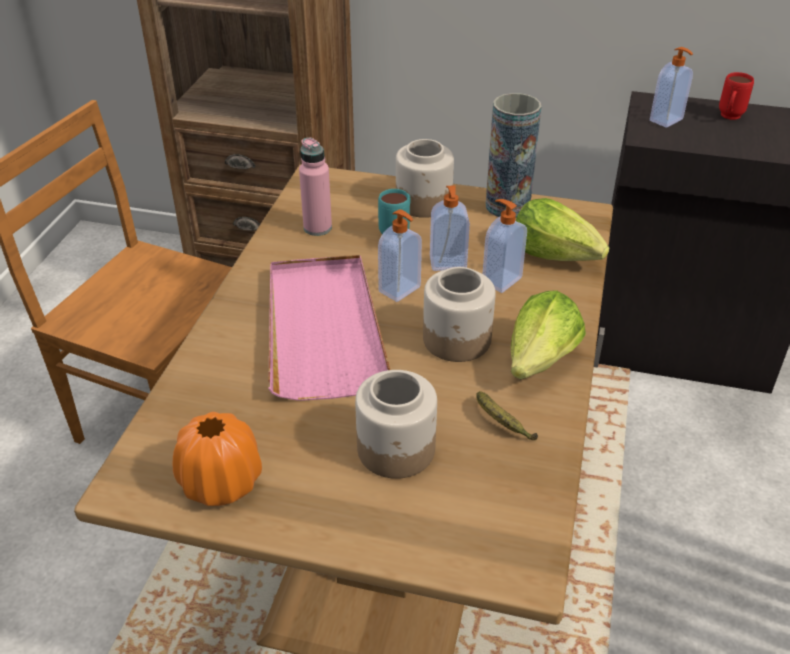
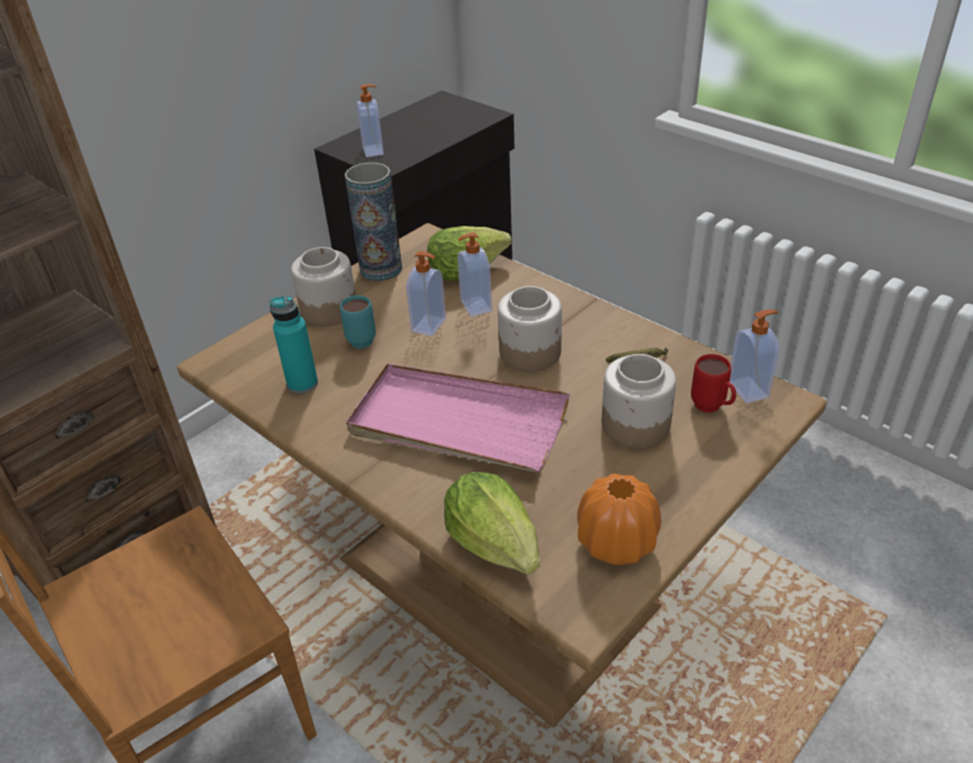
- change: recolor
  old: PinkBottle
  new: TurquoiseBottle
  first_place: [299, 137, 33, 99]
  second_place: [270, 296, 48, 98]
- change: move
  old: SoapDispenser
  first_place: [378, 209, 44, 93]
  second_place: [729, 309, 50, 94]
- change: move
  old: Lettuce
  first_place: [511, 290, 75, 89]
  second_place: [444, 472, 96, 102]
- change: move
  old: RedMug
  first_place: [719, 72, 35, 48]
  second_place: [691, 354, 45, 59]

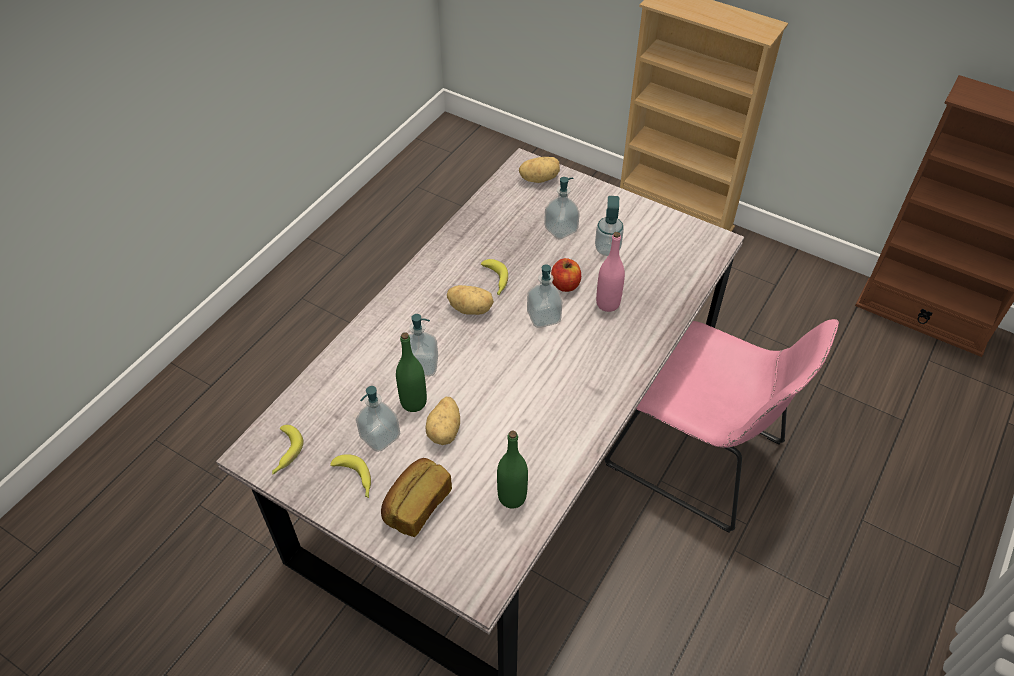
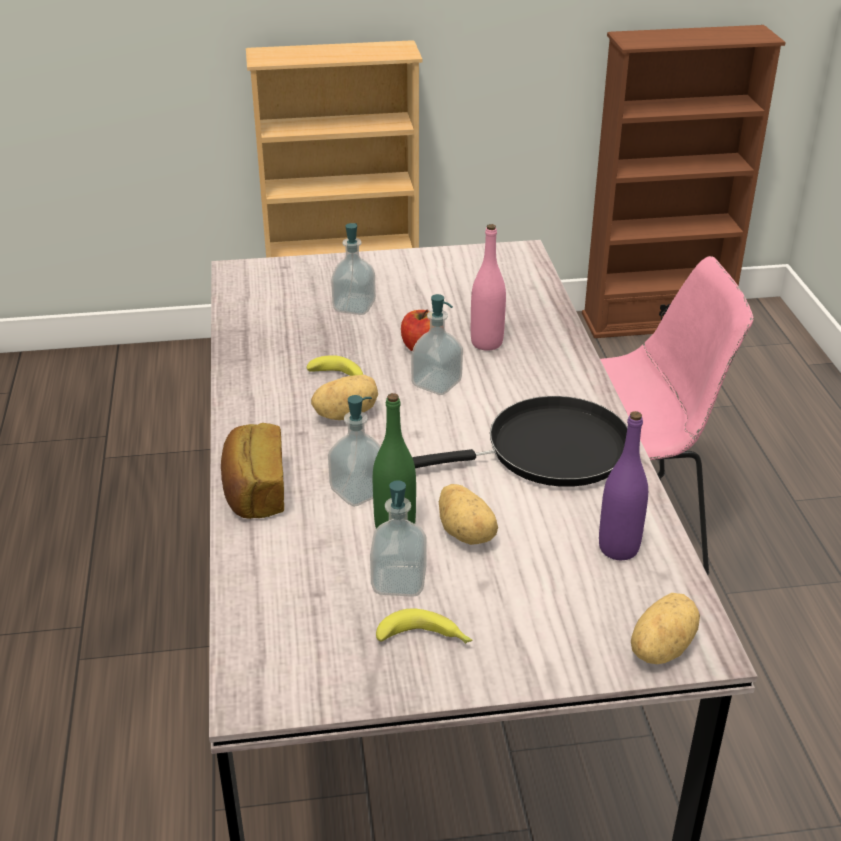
- change: delete
  old: Banana
  first_place: [272, 425, 31, 50]
- change: move
  old: Bread
  first_place: [381, 458, 71, 79]
  second_place: [221, 423, 63, 96]
- change: recolor
  old: GreenBottle
  new: PurpleBottle
  first_place: [497, 431, 31, 77]
  second_place: [599, 411, 49, 149]
- change: move
  old: Potato
  first_place: [519, 157, 41, 26]
  second_place: [631, 593, 69, 71]
- change: delete
  old: SoapDispenser
  first_place: [595, 196, 29, 60]
- change: insert
  new: BlackFryingPan
  second_place: [412, 396, 215, 91]

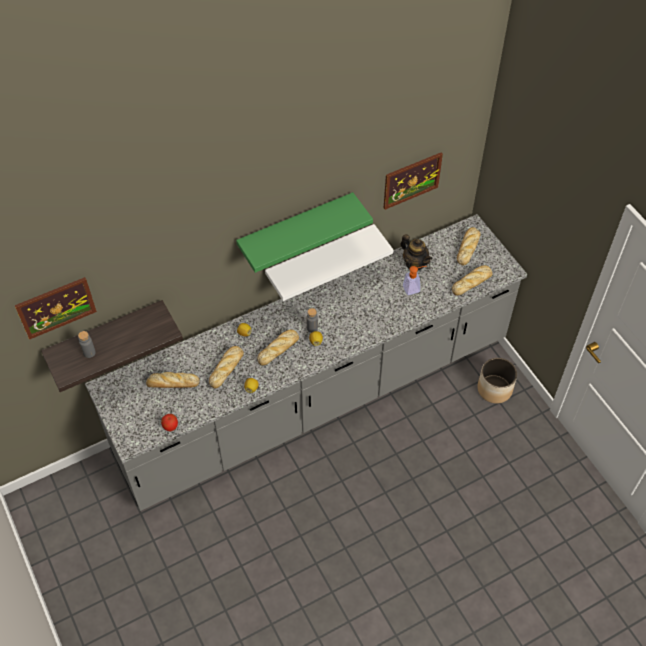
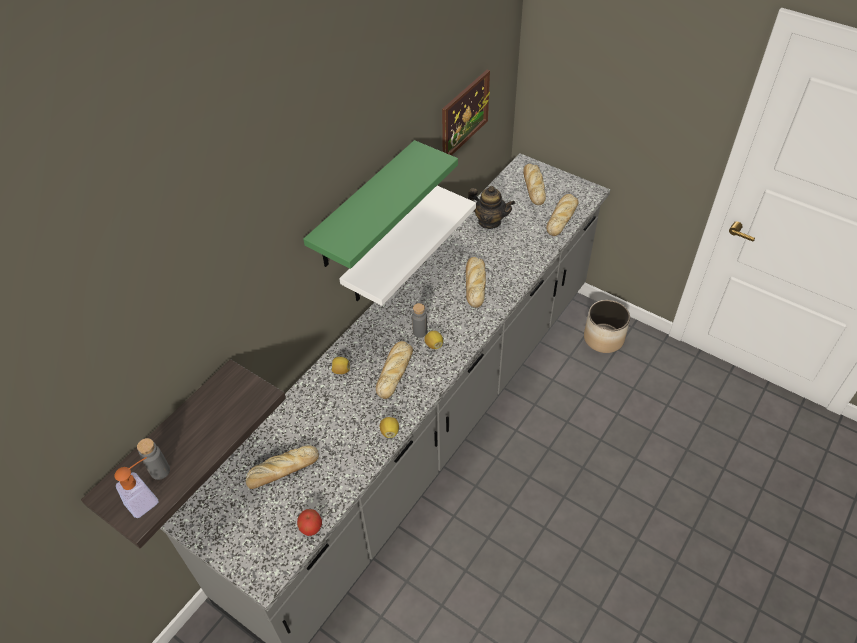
- change: delete
  old: Picture
  first_place: [15, 277, 82, 63]
- change: move
  old: Bread
  first_place: [209, 346, 35, 43]
  second_place: [466, 257, 20, 51]
- change: move
  old: SoapDispenser
  first_place: [403, 266, 24, 29]
  second_place: [114, 457, 45, 61]

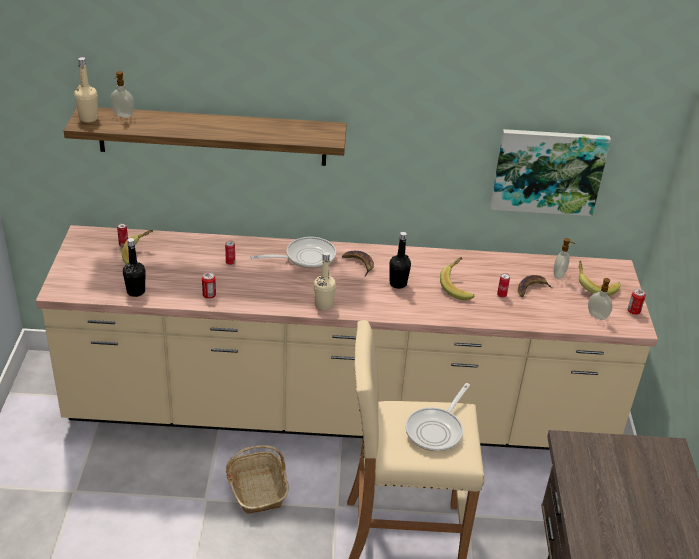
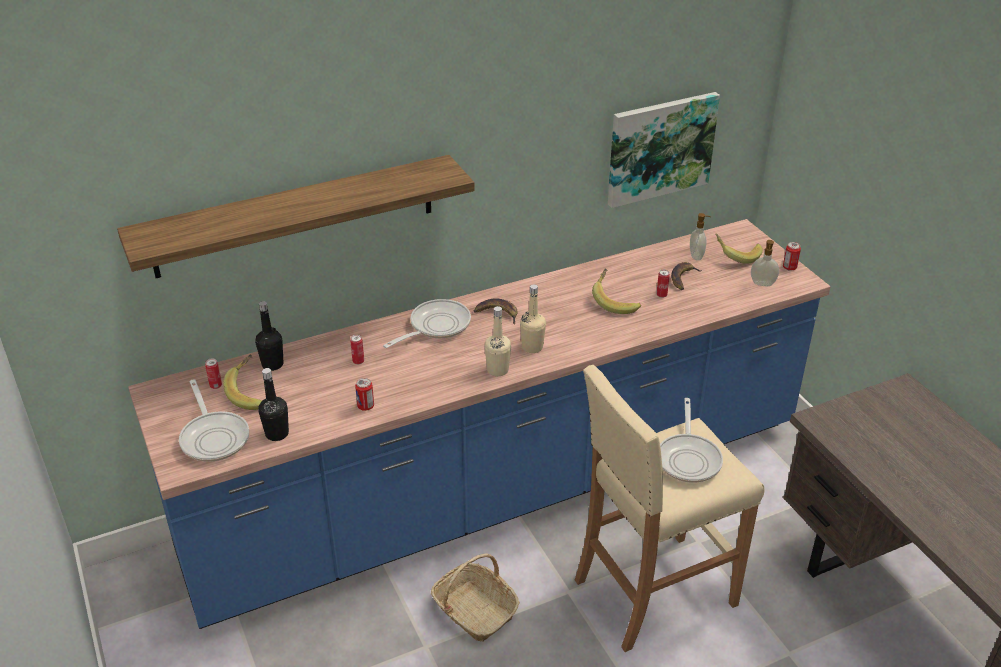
- change: recolor
  old: BeigeCounter
  new: BlueCounter
  first_place: [36, 225, 622, 225]
  second_place: [128, 219, 703, 410]
- change: move
  old: BeigeBottle
  first_place: [74, 57, 24, 65]
  second_place: [520, 284, 26, 69]
- change: delete
  old: SoapDispenser
  first_place: [110, 71, 25, 47]
- change: move
  old: BlackBottle
  first_place: [390, 232, 21, 57]
  second_place: [255, 301, 28, 70]
- change: insert
  new: FryingPan
  second_place: [179, 379, 70, 83]

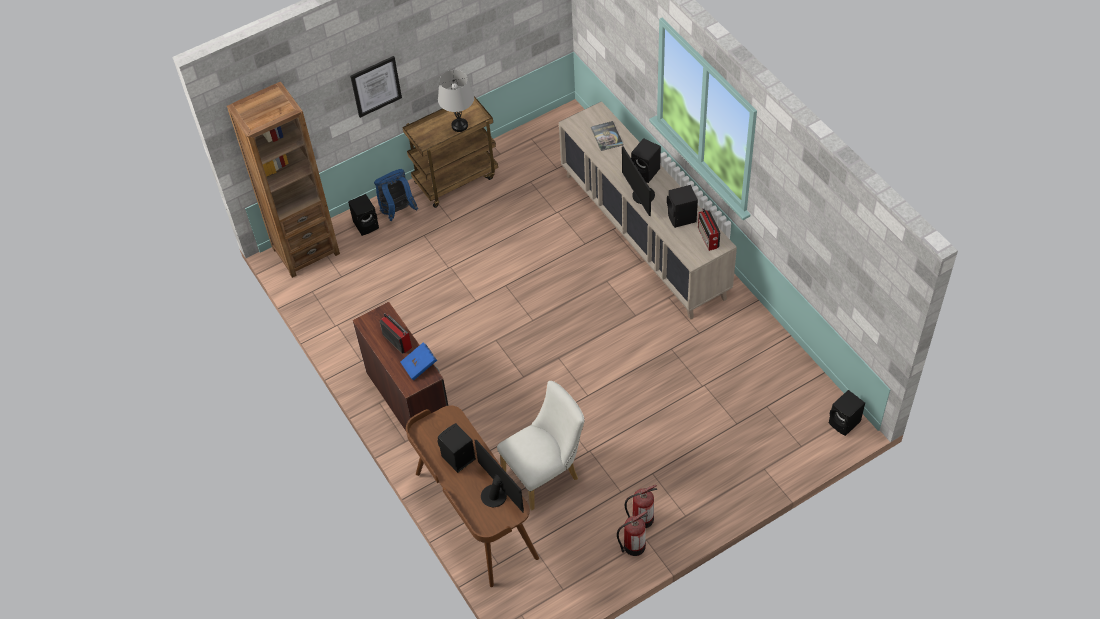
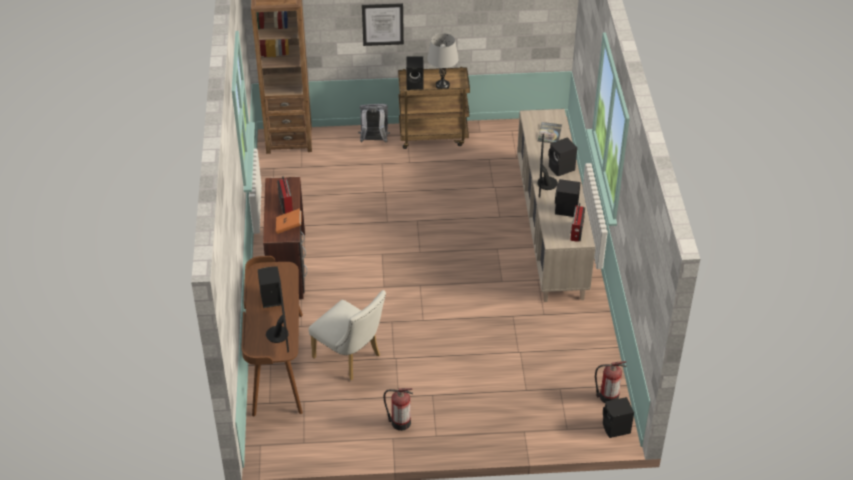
- change: move
  old: BlackSpeaker
  first_place: [348, 194, 31, 42]
  second_place: [406, 56, 18, 34]
- change: recolor
  old: BlueBackpack
  new: GreyBackpack
  first_place: [374, 169, 44, 52]
  second_place: [358, 104, 32, 39]
- change: recolor
  old: BlueBook
  new: OrangeBook
  first_place: [400, 342, 37, 38]
  second_place: [276, 208, 26, 26]
- change: rotate
  old: WhiteChair
  first_place: [497, 381, 88, 129]
  second_place: [308, 290, 78, 90]
  degrees: 45
- change: move
  old: FireExtinguisher
  first_place: [617, 511, 31, 45]
  second_place: [595, 361, 31, 42]

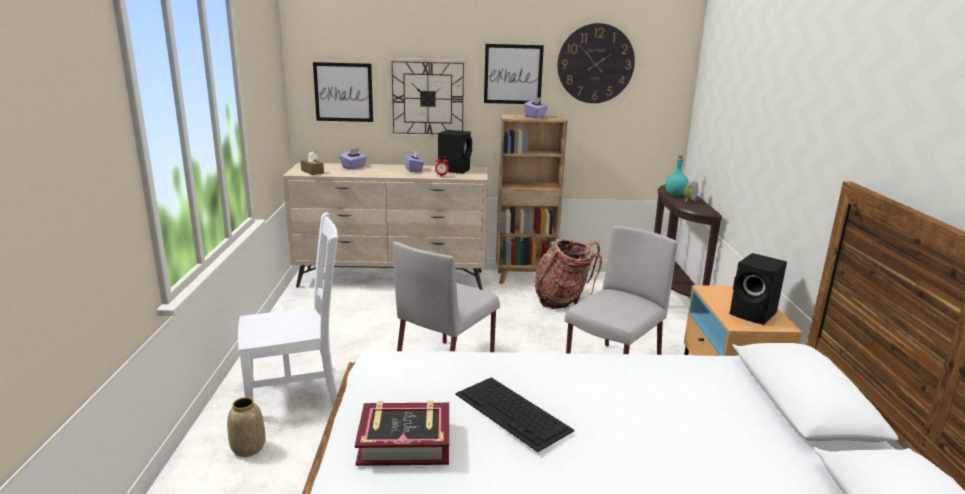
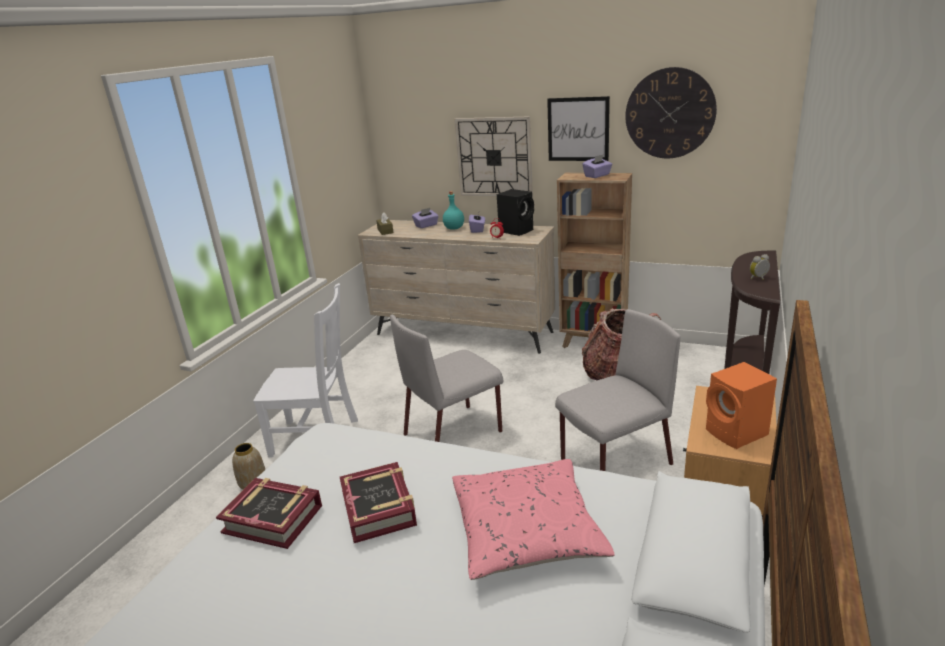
- change: delete
  old: Picture
  first_place: [313, 62, 60, 60]
- change: replace
  old: Keyboard
  new: Book
  first_place: [455, 377, 120, 75]
  second_place: [340, 462, 77, 81]
- change: move
  old: TurquoiseBottle
  first_place: [665, 155, 24, 41]
  second_place: [443, 191, 21, 39]
- change: recolor
  old: BlackSpeaker
  new: OrangeSpeaker
  first_place: [729, 253, 58, 72]
  second_place: [706, 362, 71, 87]
- change: insert
  new: PinkPillow
  second_place: [452, 459, 163, 121]

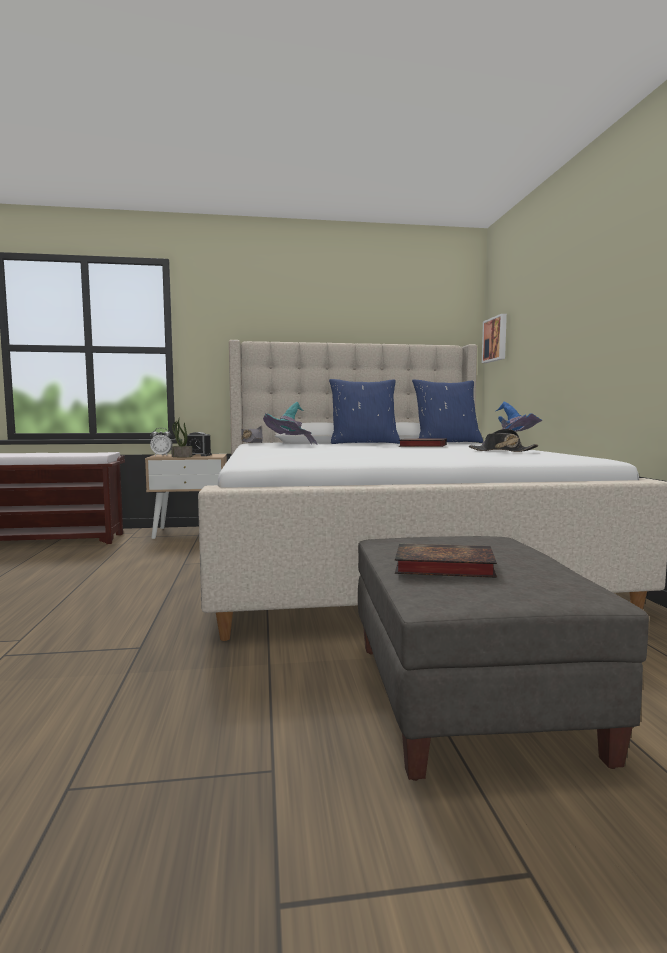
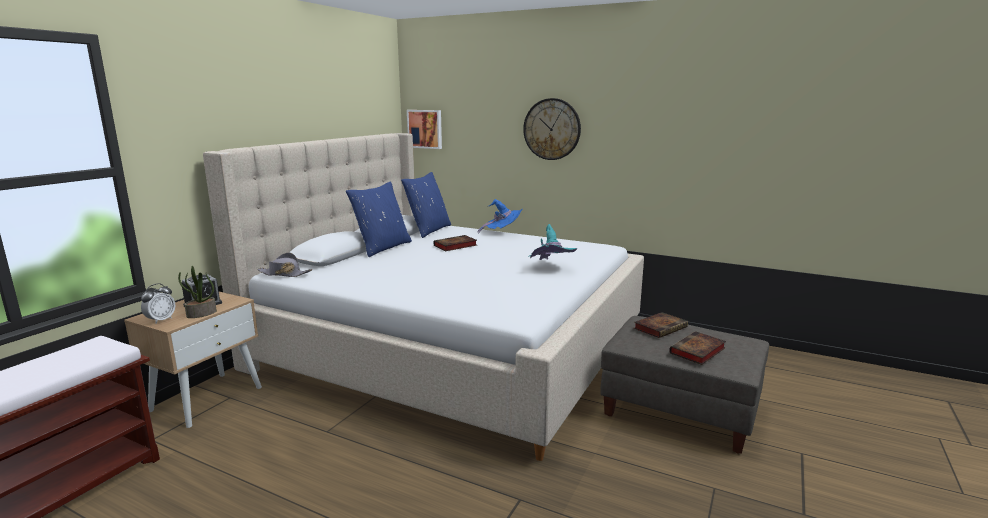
- change: move
  old: TurquoiseHat
  first_place: [263, 402, 55, 43]
  second_place: [528, 224, 49, 36]
- change: delete
  old: BlackHat
  first_place: [468, 429, 70, 23]
- change: insert
  new: WallClock
  second_place: [523, 98, 58, 62]
- change: insert
  new: Book
  second_place: [634, 312, 54, 26]

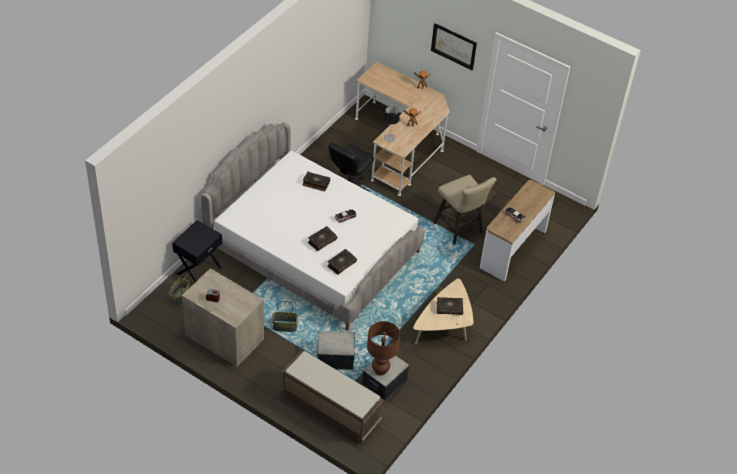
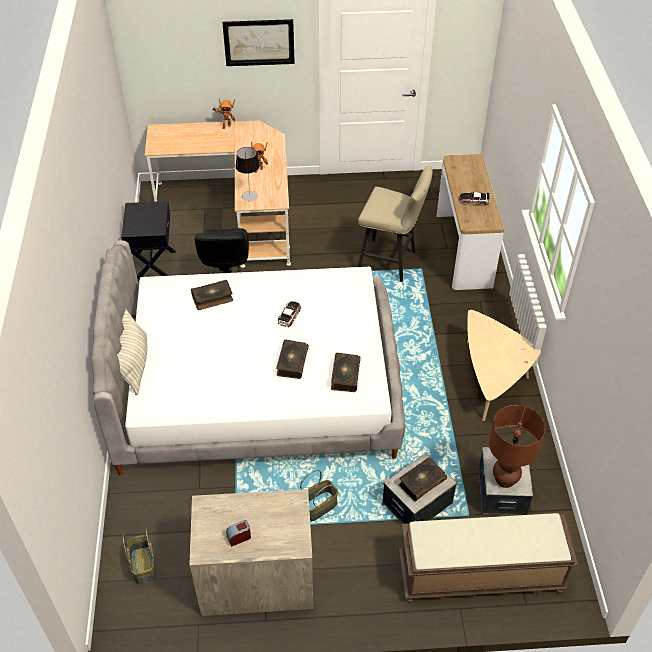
- change: move
  old: BlackNightstand
  first_place: [172, 220, 50, 62]
  second_place: [121, 201, 55, 80]
- change: move
  old: Book
  first_place: [437, 297, 26, 18]
  second_place: [398, 457, 49, 44]
- change: insert
  new: Pillow
  second_place: [117, 309, 30, 86]

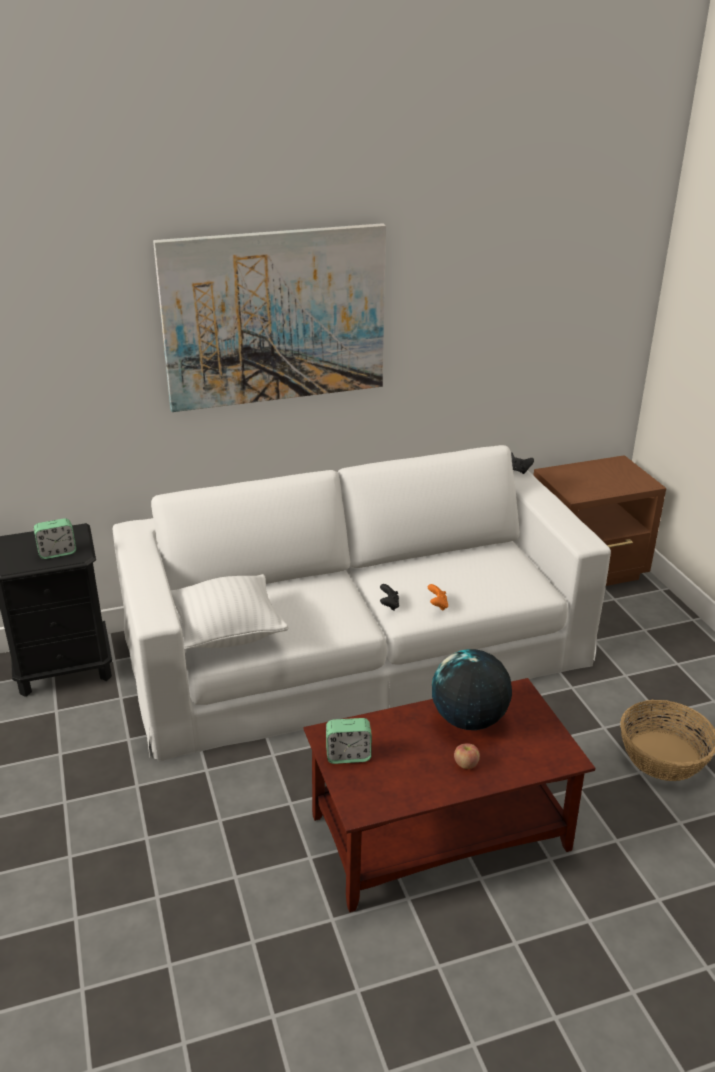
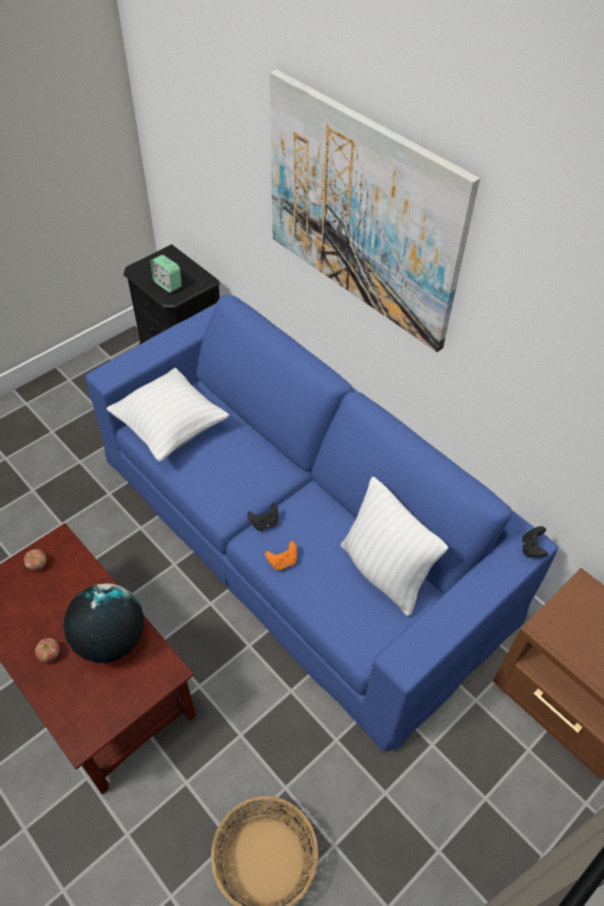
- change: recolor
  old: WhiteSofa
  new: BlueSofa
  first_place: [112, 445, 499, 317]
  second_place: [85, 295, 473, 458]
- change: replace
  old: AlarmClock
  new: Apple
  first_place: [326, 718, 46, 46]
  second_place: [24, 549, 22, 22]
- change: insert
  new: WhitePillow
  second_place: [341, 477, 107, 139]

